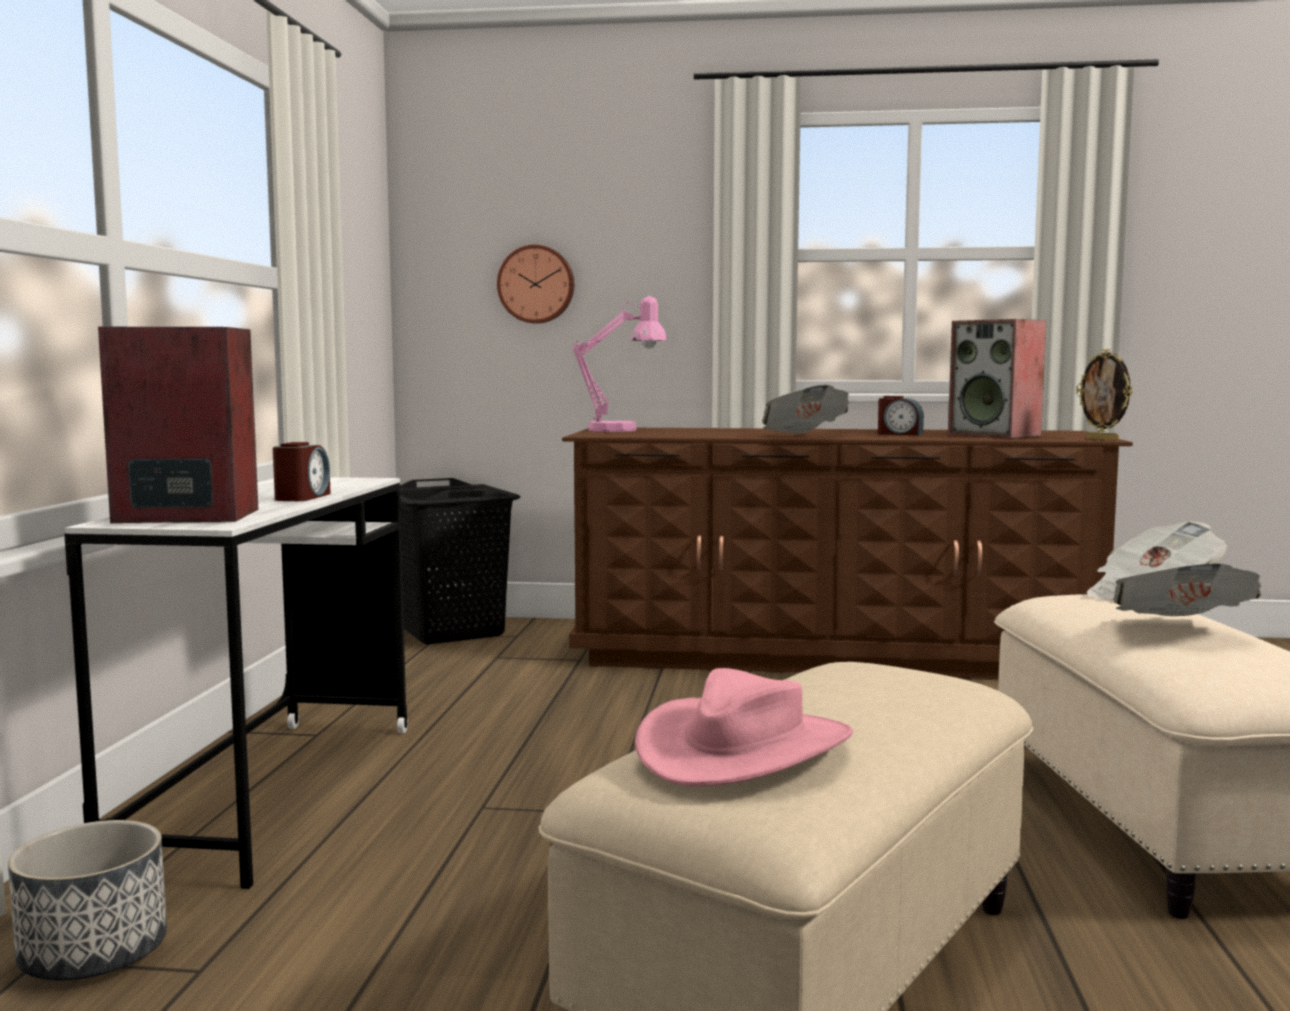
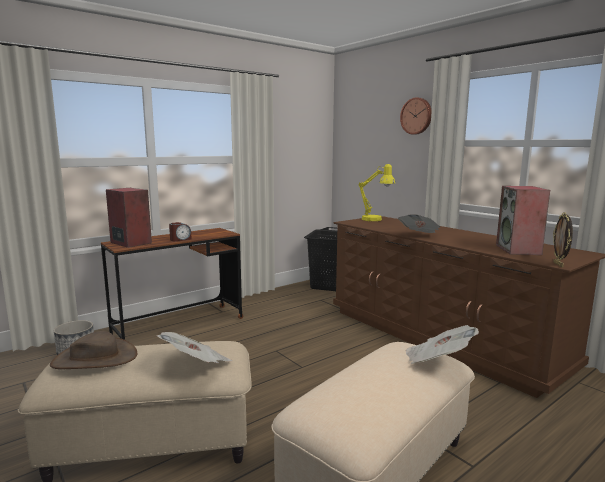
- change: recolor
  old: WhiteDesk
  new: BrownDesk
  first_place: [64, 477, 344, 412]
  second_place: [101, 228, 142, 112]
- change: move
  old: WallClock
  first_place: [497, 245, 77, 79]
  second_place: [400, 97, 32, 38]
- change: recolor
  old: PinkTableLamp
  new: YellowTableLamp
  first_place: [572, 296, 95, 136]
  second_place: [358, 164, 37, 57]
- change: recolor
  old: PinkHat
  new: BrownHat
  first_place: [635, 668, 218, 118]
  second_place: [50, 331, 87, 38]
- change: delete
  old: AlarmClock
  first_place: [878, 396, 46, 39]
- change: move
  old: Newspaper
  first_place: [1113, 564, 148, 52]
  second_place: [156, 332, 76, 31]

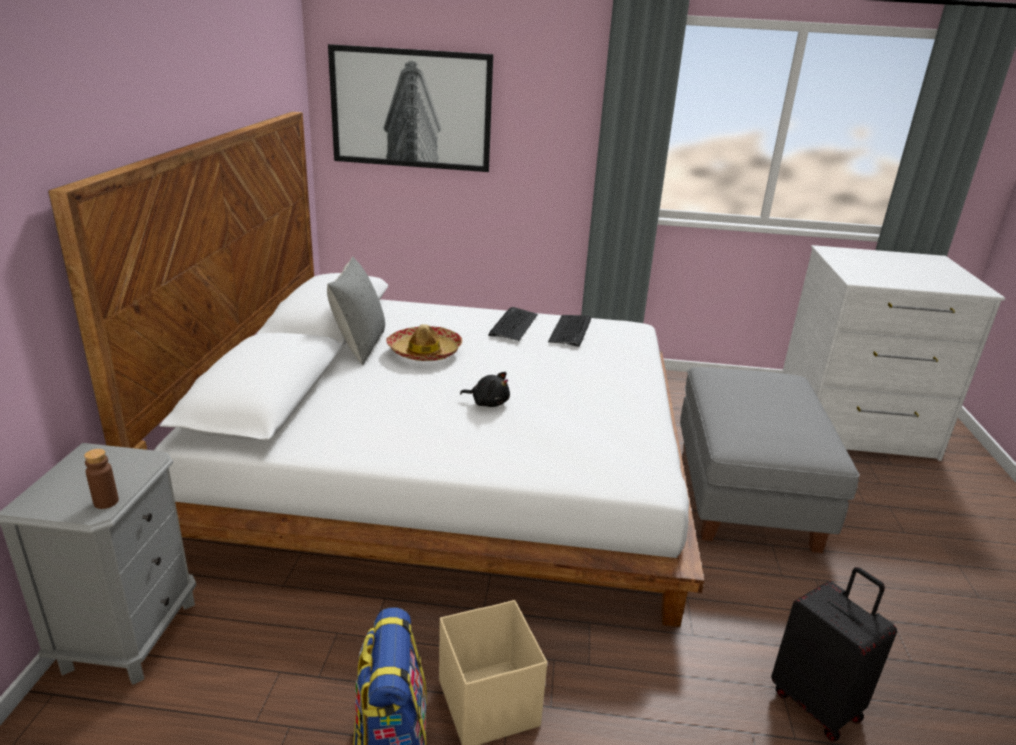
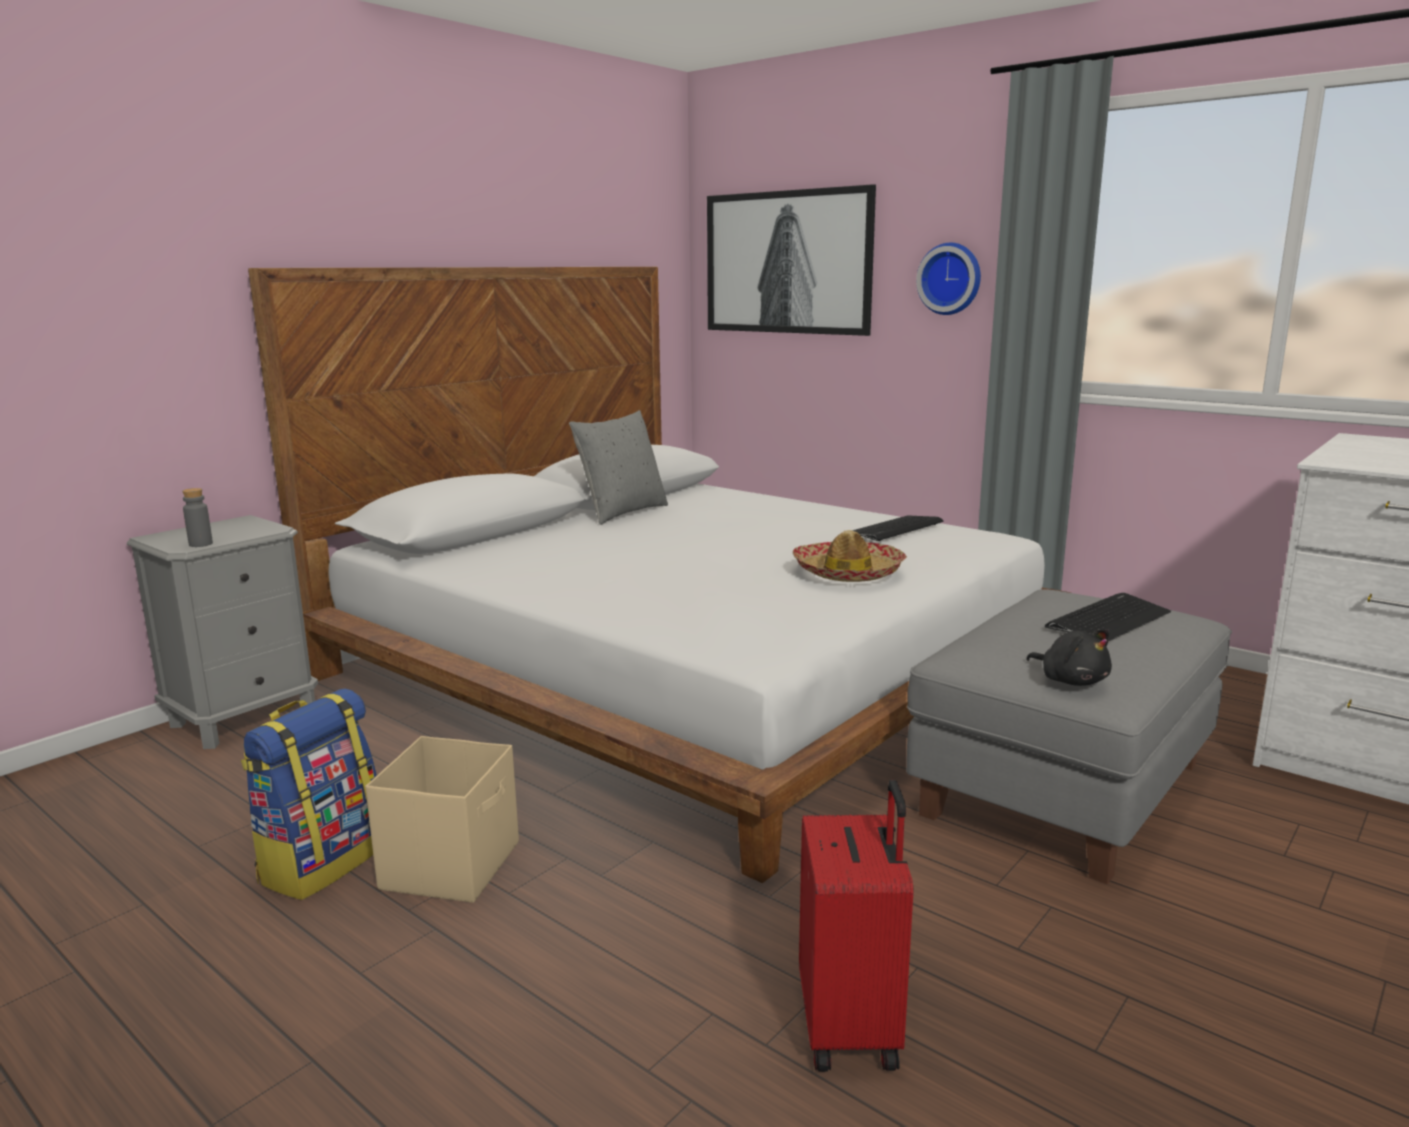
- change: recolor
  old: BrownBottle
  new: GreyBottle
  first_place: [84, 449, 35, 60]
  second_place: [182, 488, 31, 59]
- change: move
  old: Hat
  first_place: [386, 324, 76, 37]
  second_place: [793, 530, 114, 52]
- change: move
  old: BlackPlushToy
  first_place: [460, 372, 50, 35]
  second_place: [1026, 629, 86, 57]
- change: move
  old: Keyboard
  first_place: [488, 307, 50, 34]
  second_place: [1045, 593, 126, 48]
- change: recolor
  old: BlackSuitcase
  new: RedSuitcase
  first_place: [771, 567, 126, 175]
  second_place: [799, 780, 114, 292]
- change: insert
  new: WallClock
  second_place: [916, 243, 65, 72]

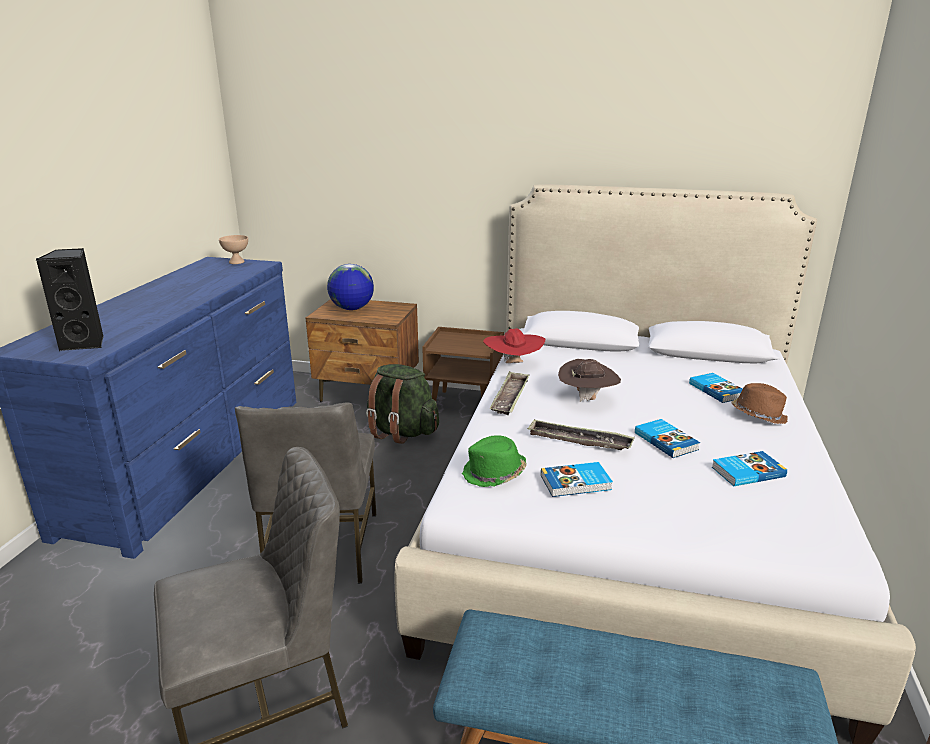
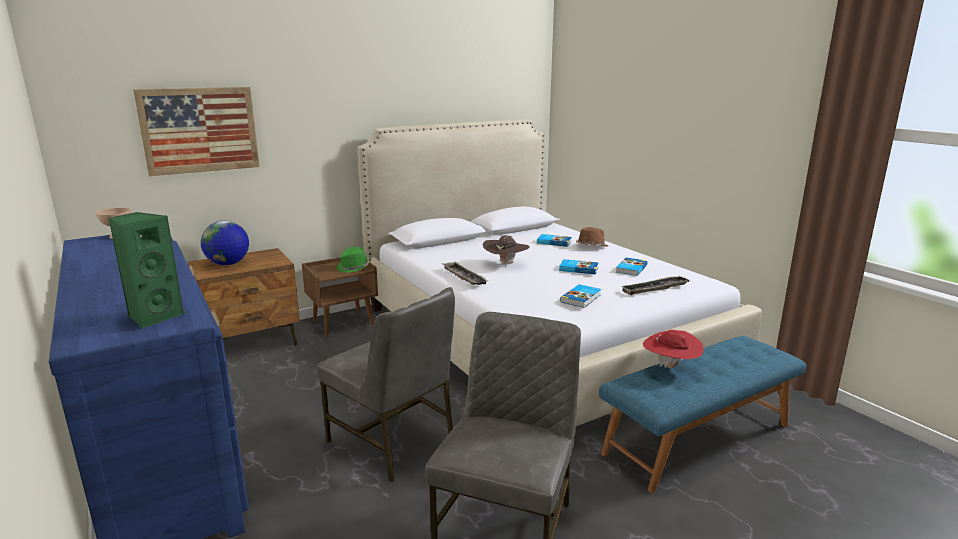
- change: recolor
  old: BlackSpeaker
  new: GreenSpeaker
  first_place: [35, 248, 69, 103]
  second_place: [108, 212, 76, 117]
- change: delete
  old: GreenBackpack
  first_place: [366, 364, 73, 80]
- change: move
  old: GreenHat
  first_place: [462, 435, 64, 52]
  second_place: [337, 247, 33, 26]
- change: move
  old: RedHat
  first_place: [483, 328, 62, 35]
  second_place: [643, 330, 61, 39]
- change: move
  old: Tray
  first_place: [527, 420, 108, 30]
  second_place: [622, 275, 67, 20]
- change: insert
  new: Picture
  second_place: [133, 87, 127, 89]

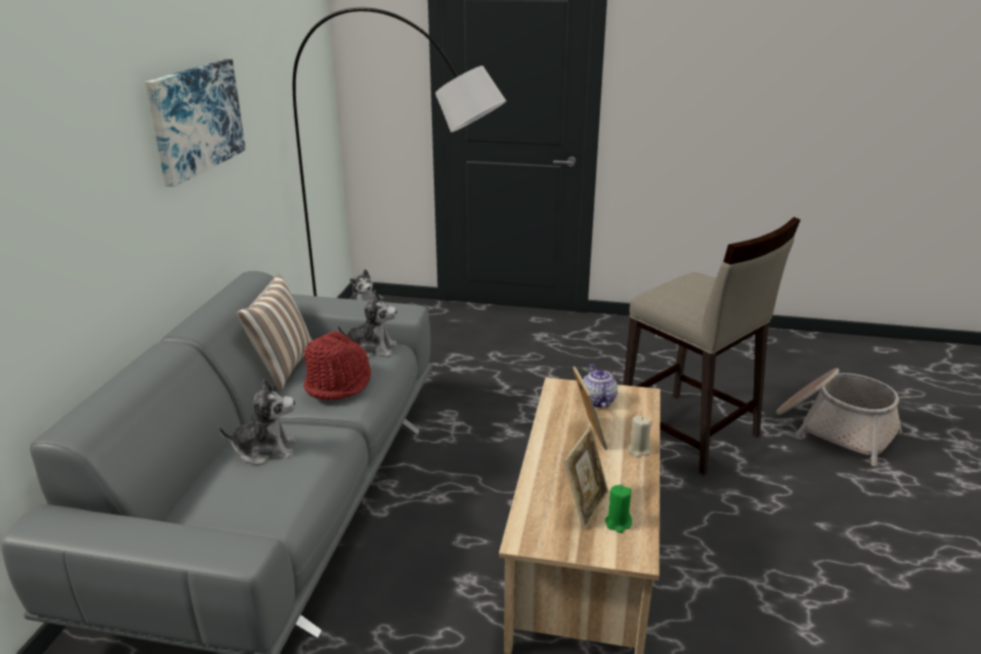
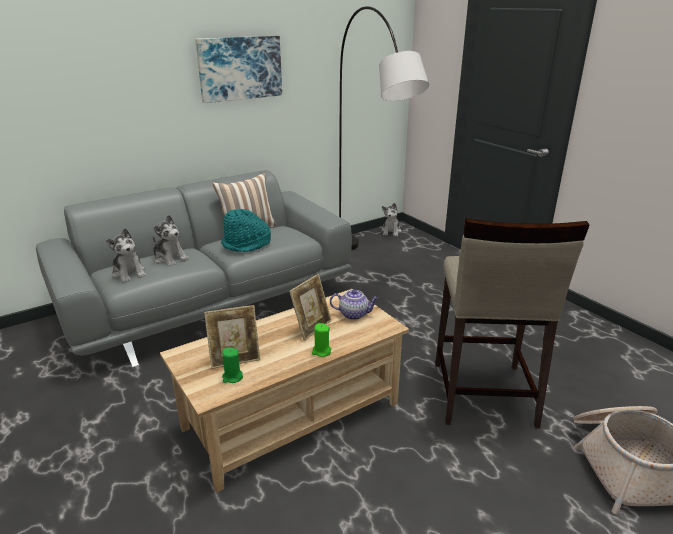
- change: recolor
  old: RedHat
  new: TurquoiseHat
  first_place: [304, 331, 67, 69]
  second_place: [221, 209, 50, 43]
- change: move
  old: PlushToy
  first_place: [338, 290, 59, 69]
  second_place: [106, 228, 40, 55]
- change: rotate
  old: Teapot
  first_place: [583, 364, 35, 44]
  second_place: [330, 289, 49, 31]
  degrees: 60
- change: recolor
  old: BeigeCandle
  new: GreenCandle
  first_place: [628, 416, 24, 42]
  second_place: [312, 323, 19, 34]

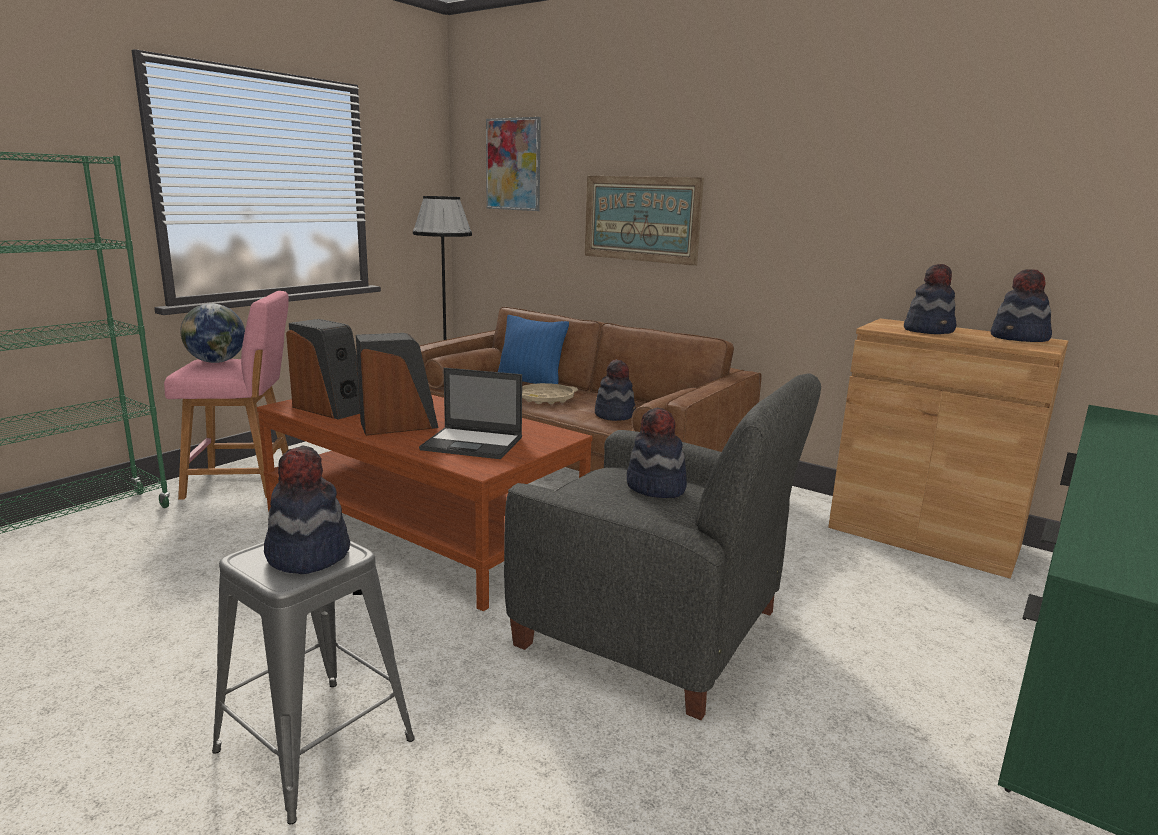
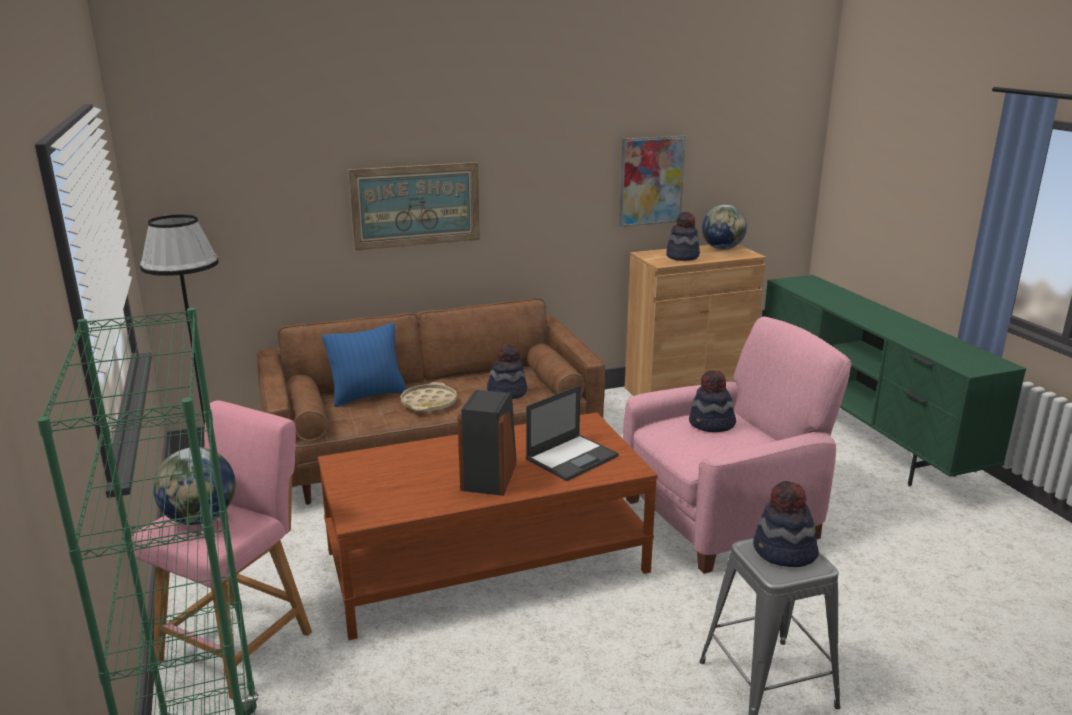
- change: delete
  old: Speaker
  first_place: [286, 319, 74, 101]
- change: move
  old: Picture
  first_place: [486, 117, 55, 94]
  second_place: [619, 135, 67, 92]
- change: recolor
  old: GreyArmchair
  new: PinkArmchair
  first_place: [504, 373, 317, 347]
  second_place: [623, 316, 229, 258]
- change: replace
  old: Hat
  new: Globe
  first_place: [990, 269, 62, 73]
  second_place: [702, 205, 45, 45]

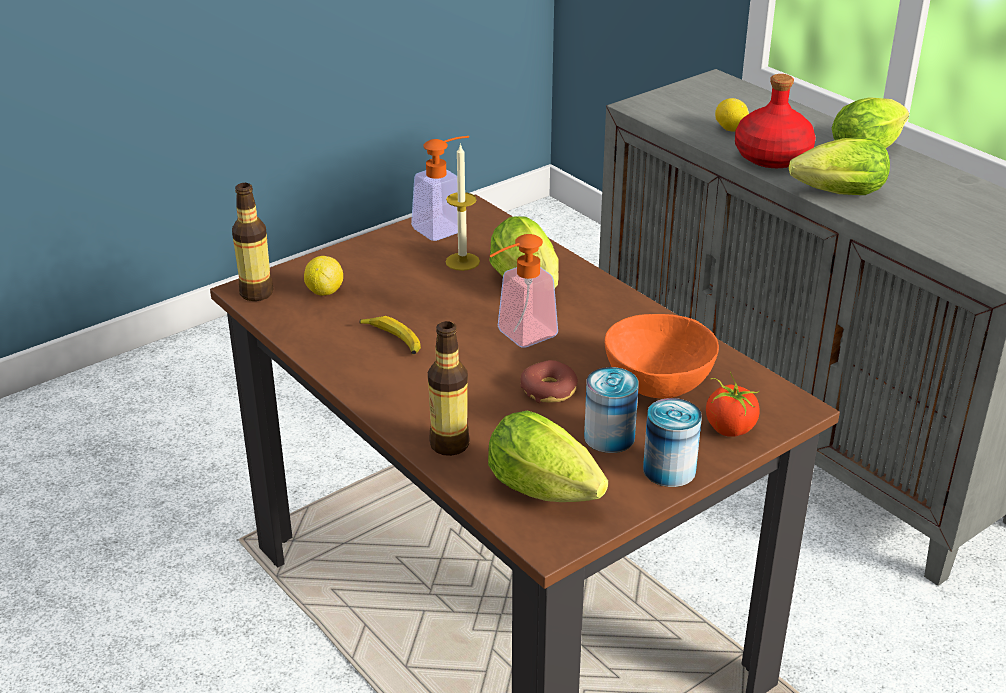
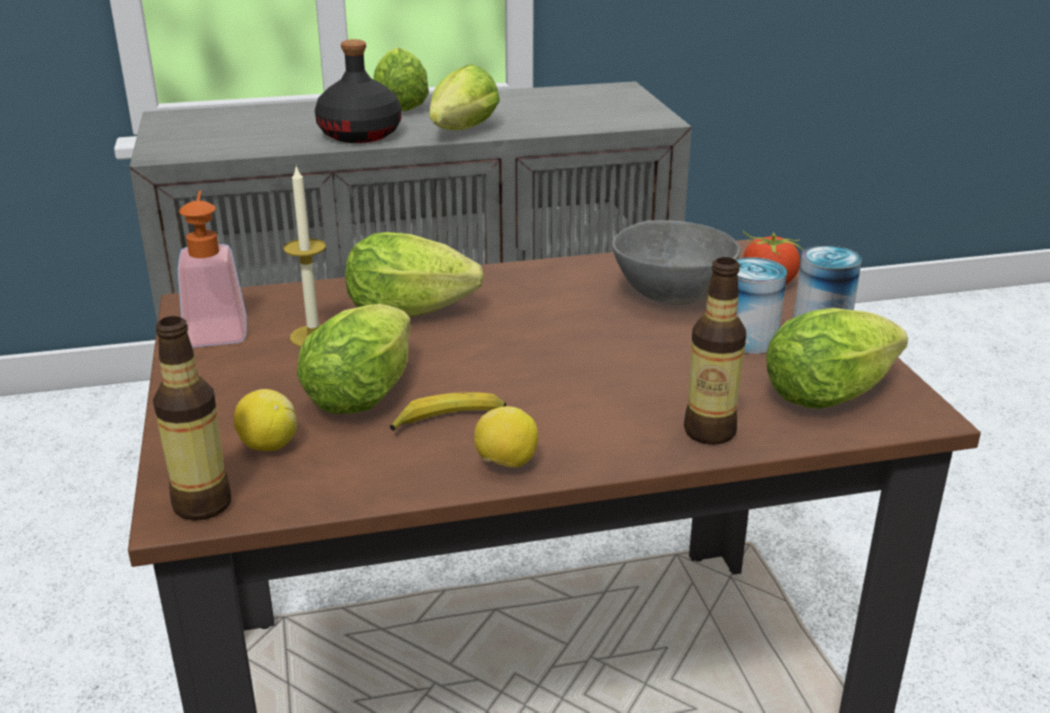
- change: delete
  old: SoapDispenser
  first_place: [489, 234, 69, 114]
- change: delete
  old: Donut
  first_place: [520, 360, 58, 43]
- change: recolor
  old: OrangeBowl
  new: GreyBowl
  first_place: [605, 314, 114, 84]
  second_place: [612, 220, 128, 85]
- change: move
  old: Lemon
  first_place: [715, 98, 34, 33]
  second_place: [474, 406, 64, 62]
- change: recolor
  old: RedBottle
  new: BlackBottle
  first_place: [735, 74, 81, 94]
  second_place: [315, 39, 86, 104]
- change: insert
  new: Lettuce
  second_place: [297, 304, 114, 110]

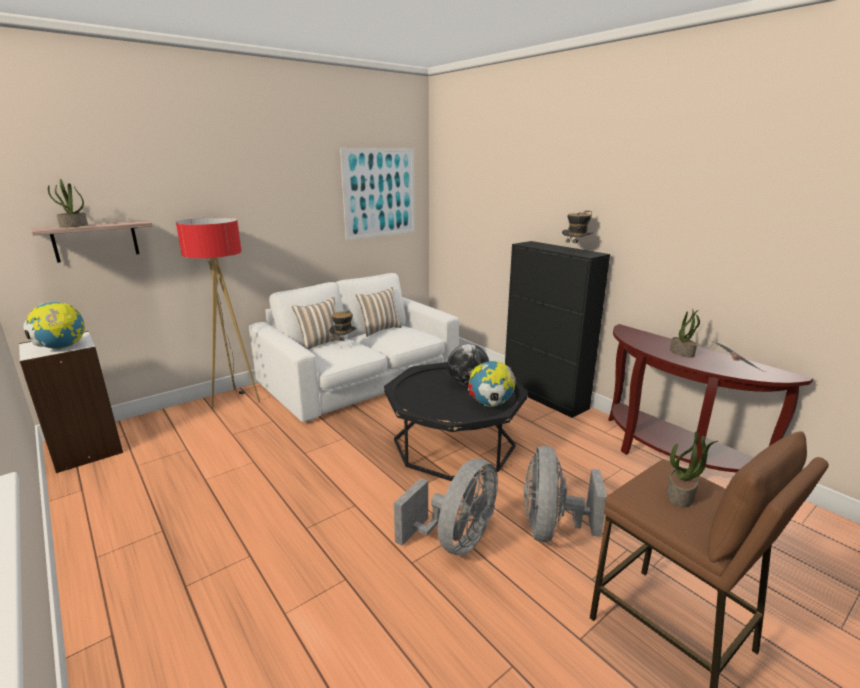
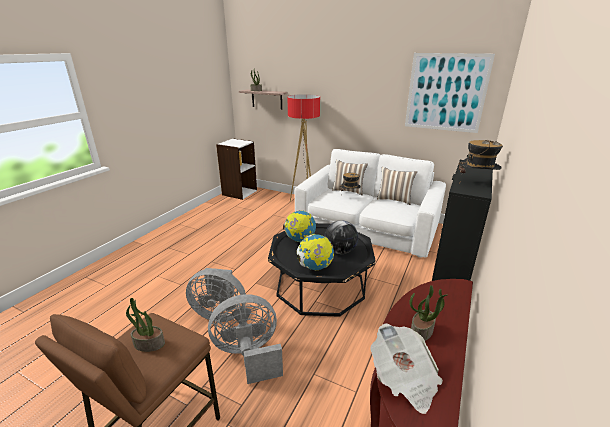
- change: move
  old: Globe
  first_place: [23, 302, 62, 47]
  second_place: [283, 210, 33, 32]

